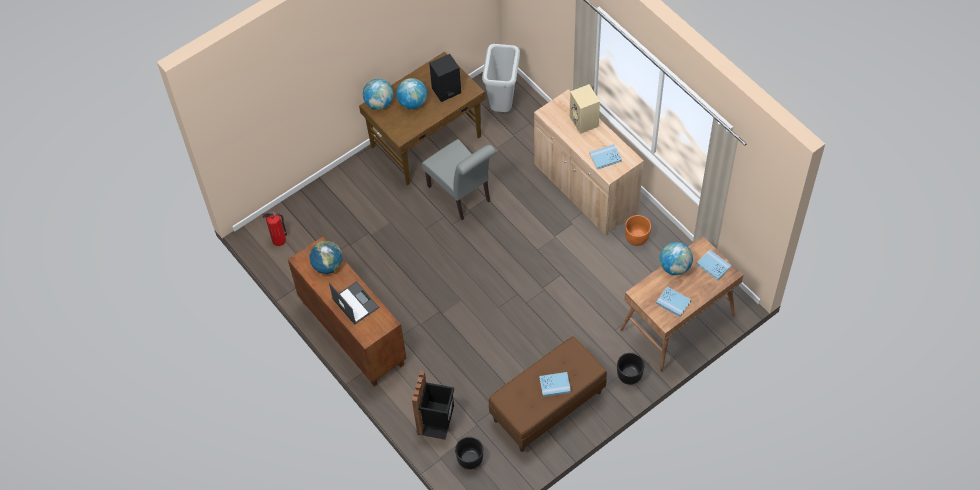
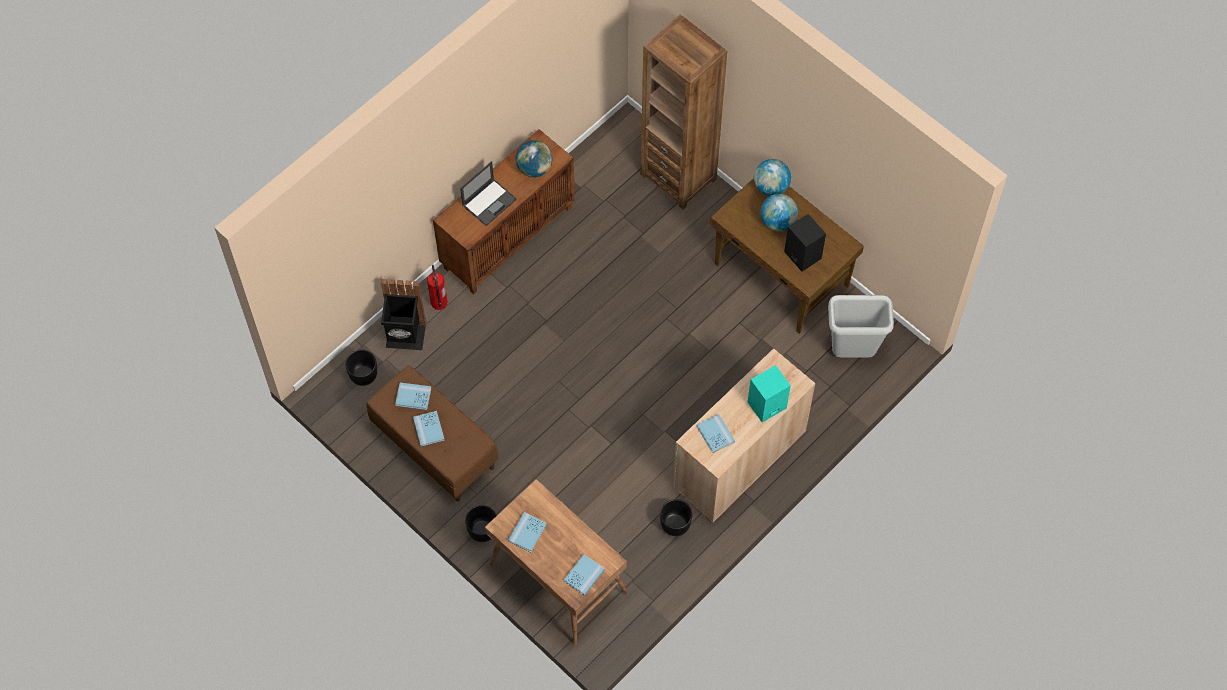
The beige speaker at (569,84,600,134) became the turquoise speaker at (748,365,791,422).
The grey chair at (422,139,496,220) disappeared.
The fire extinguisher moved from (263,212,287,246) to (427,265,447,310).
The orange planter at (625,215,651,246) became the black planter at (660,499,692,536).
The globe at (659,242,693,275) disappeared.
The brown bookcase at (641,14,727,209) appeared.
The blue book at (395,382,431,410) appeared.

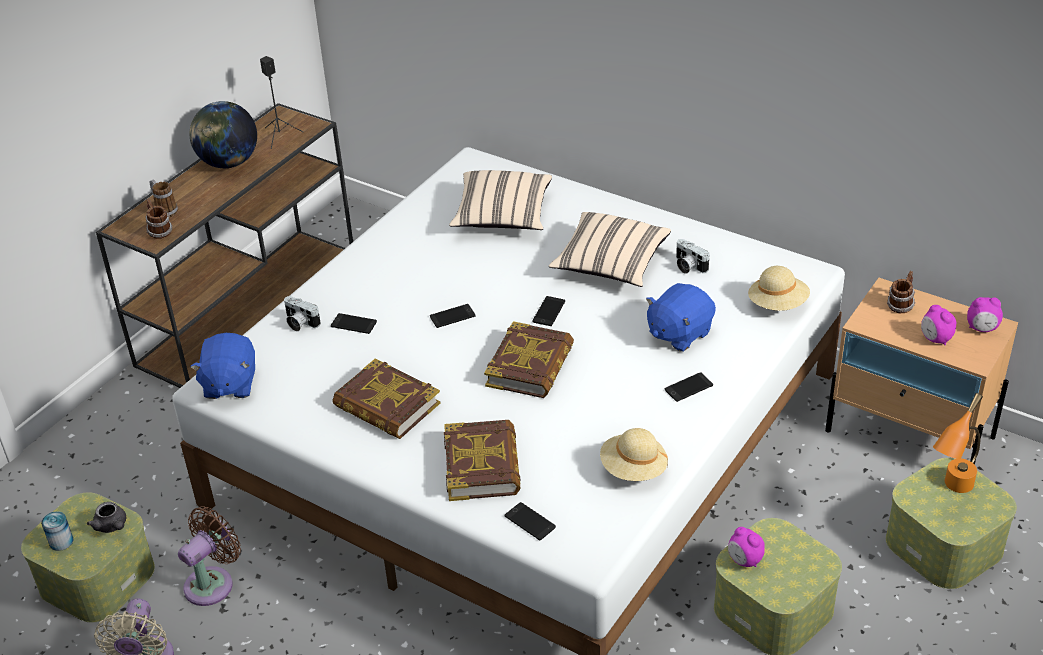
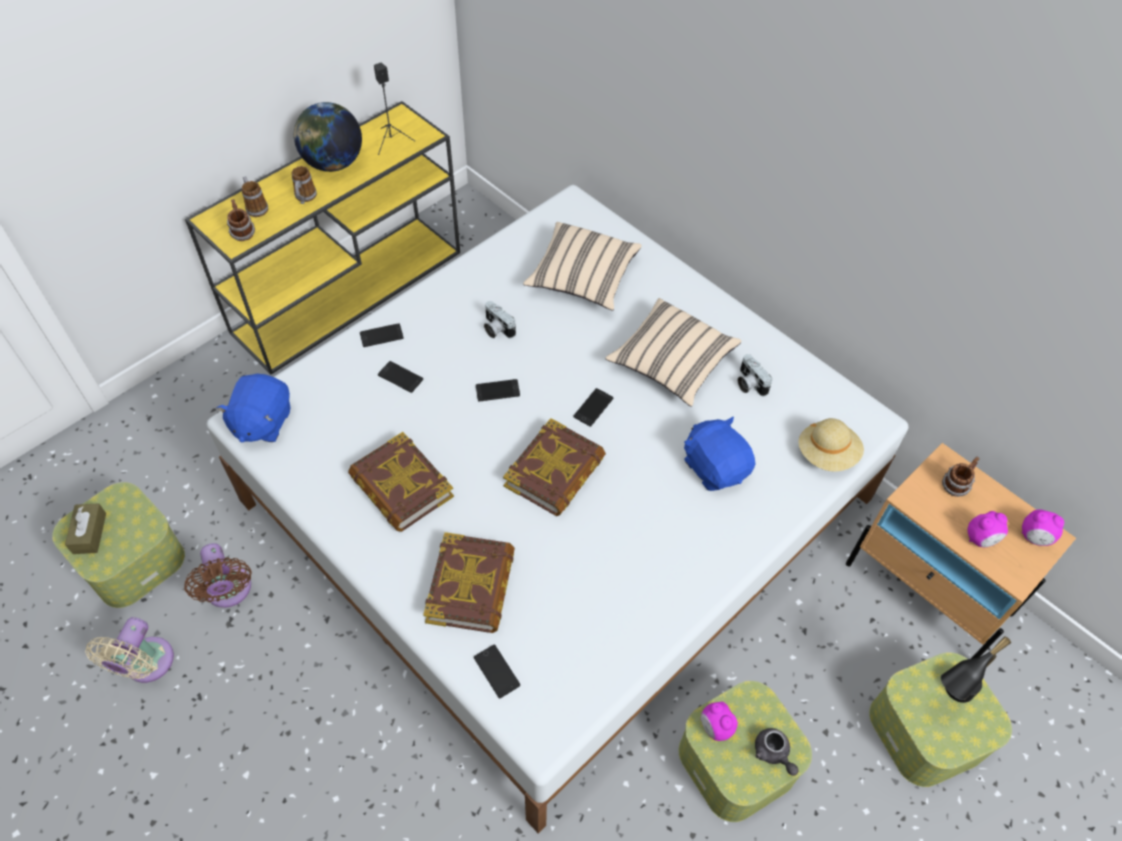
The brown console table at (96,103,353,388) became the yellow console table at (185,101,460,374).
The blue plush toy at (646,283,716,352) turned 90 degrees clockwise.
The photo camera moved from (284,296,321,331) to (484,301,516,338).
The alarm clock at (921,305,956,345) turned 90 degrees counterclockwise.
The phone moved from (665,372,713,402) to (360,323,403,347).
The orange table lamp at (933,393,983,493) became the black table lamp at (941,636,1011,703).
The beige hat at (600,428,668,481) disappeared.
The grey teapot moved from (87,502,126,533) to (755,728,798,776).
The brown fan at (178,506,241,606) turned 105 degrees clockwise.
The can at (41,511,73,551) was replaced by the brown tissue box at (65,503,106,554).
The mug at (292,166,317,204) appeared.

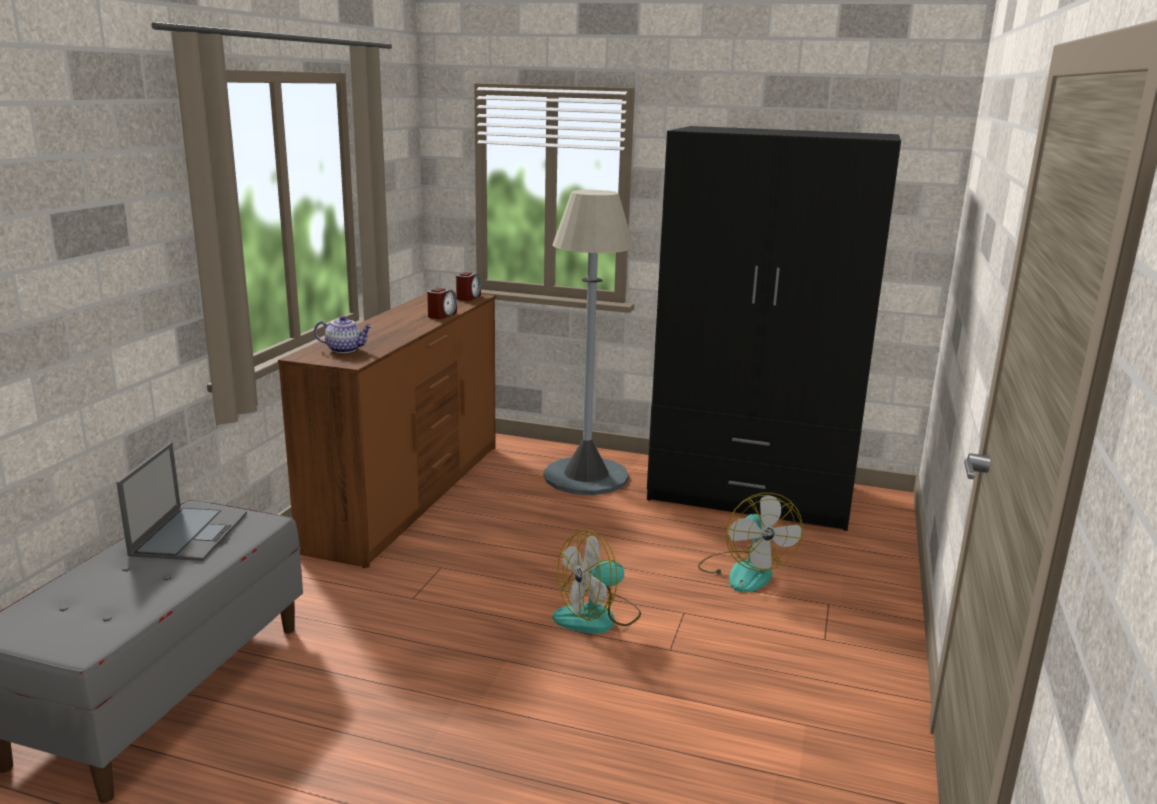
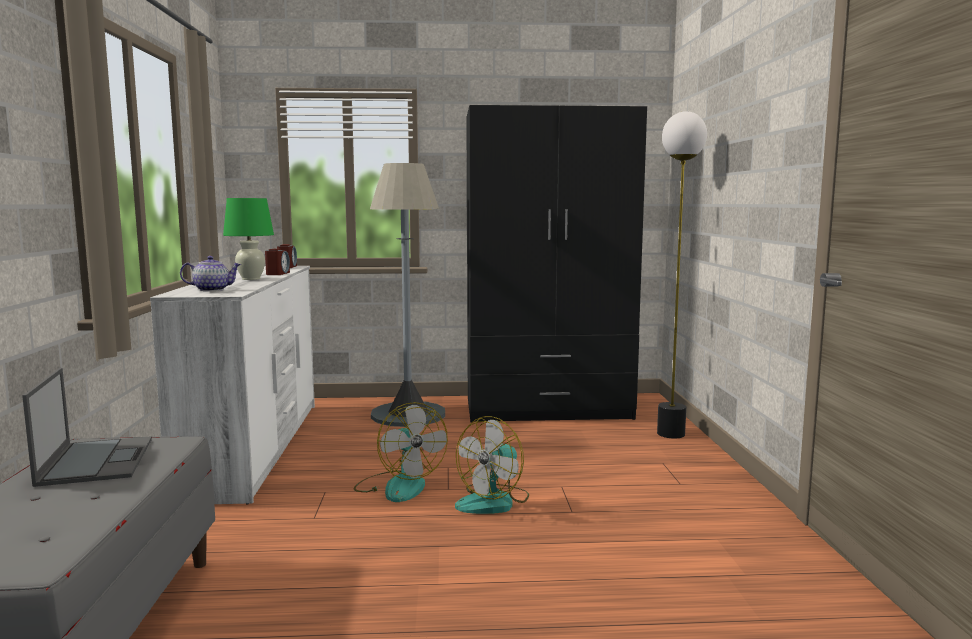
The brown dresser at (278,291,496,568) became the white dresser at (150,266,315,505).
The fan moved from (698,493,803,592) to (354,402,448,502).
The floor lamp at (657,111,707,438) appeared.
The green table lamp at (223,198,274,280) appeared.

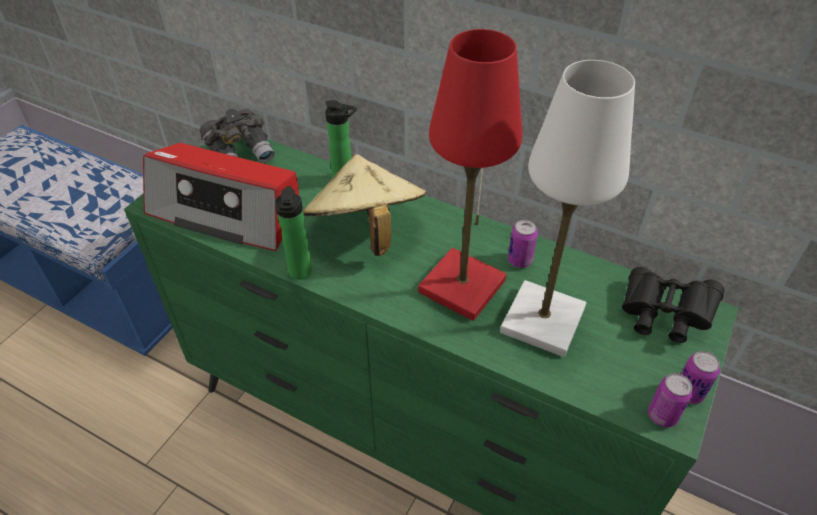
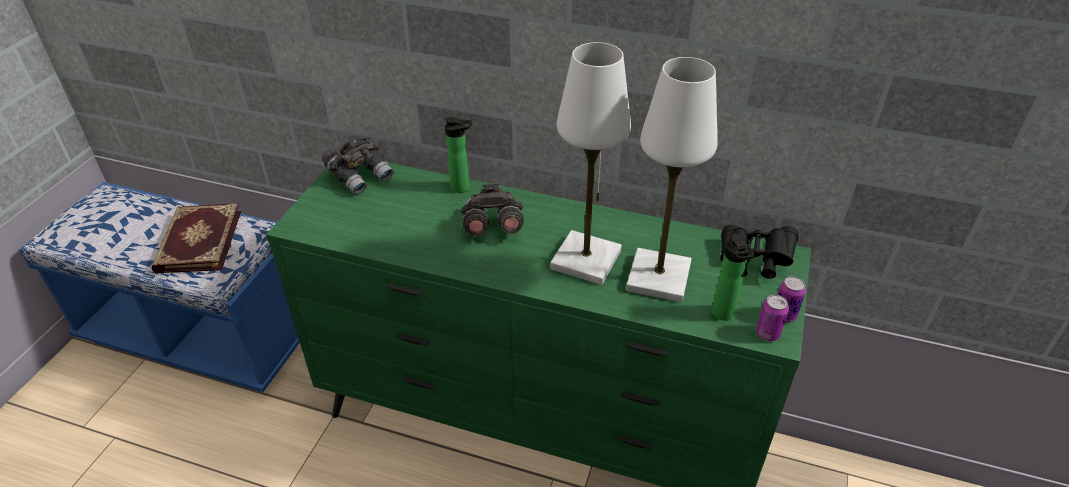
The red table lamp at (418,29,522,321) became the white table lamp at (550,42,631,285).
The radio at (143,143,299,251) disappeared.
The beige hat at (303,154,426,256) was replaced by the grey binoculars at (461,184,524,237).
The bottle moved from (275,186,312,280) to (712,233,754,321).
The can at (508,220,538,268) disappeared.
The book at (152,203,241,274) appeared.

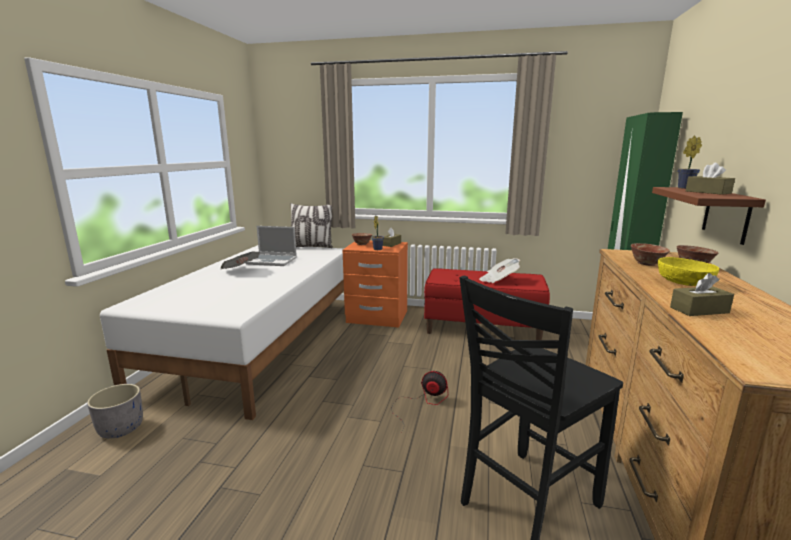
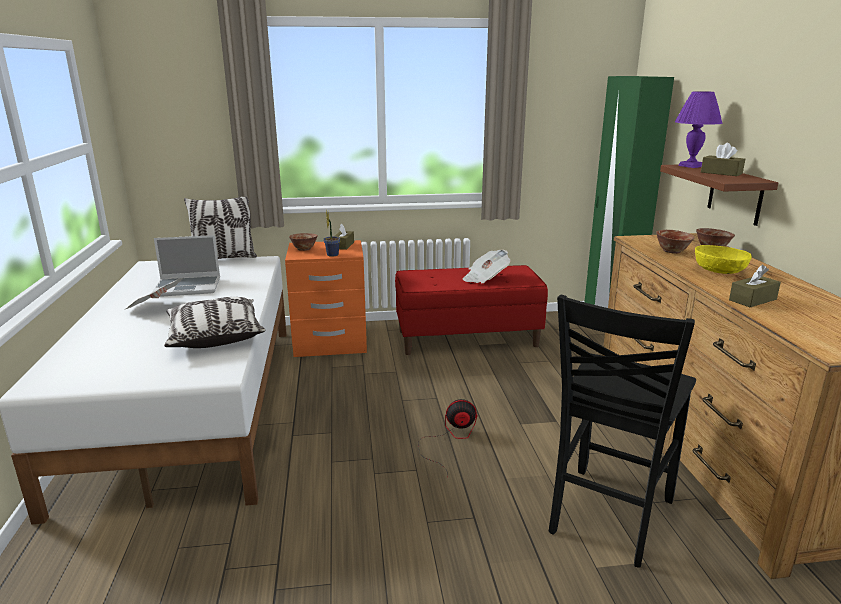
The potted plant at (678,136,702,189) was replaced by the purple table lamp at (675,91,722,168).
The grey planter at (87,384,143,439) disappeared.
The pillow at (164,297,265,348) appeared.

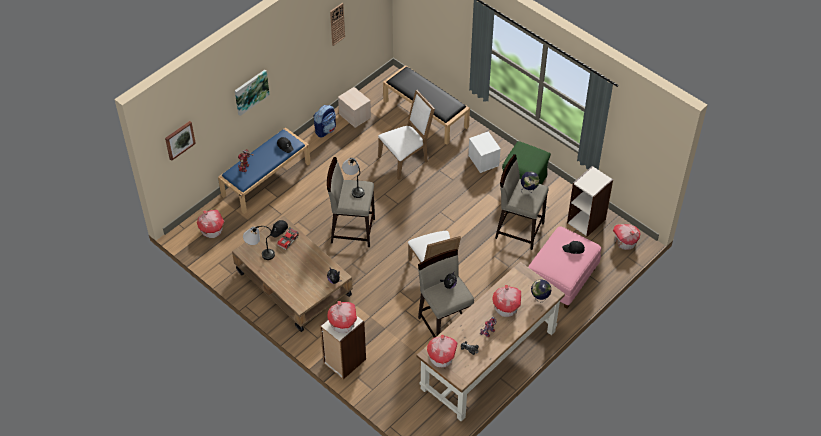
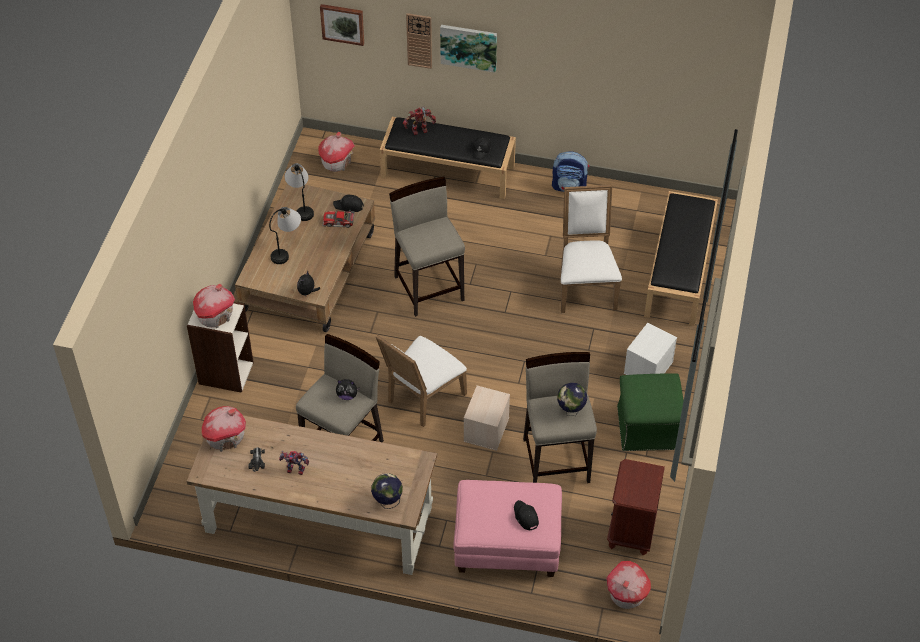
The wall clock moved from (330,3,345,46) to (406,13,432,69).
The beige storage box moved from (338,87,371,128) to (464,386,510,451).
The white chair at (378,90,435,180) turned 120 degrees counterclockwise.
The blue bench at (218,127,311,214) became the black bench at (380,117,516,199).
The table lamp moved from (342,158,365,198) to (269,207,301,264).
The bookcase at (567,166,613,237) was replaced by the brown nightstand at (607,459,665,555).
The toy house at (492,285,521,317) disappeared.

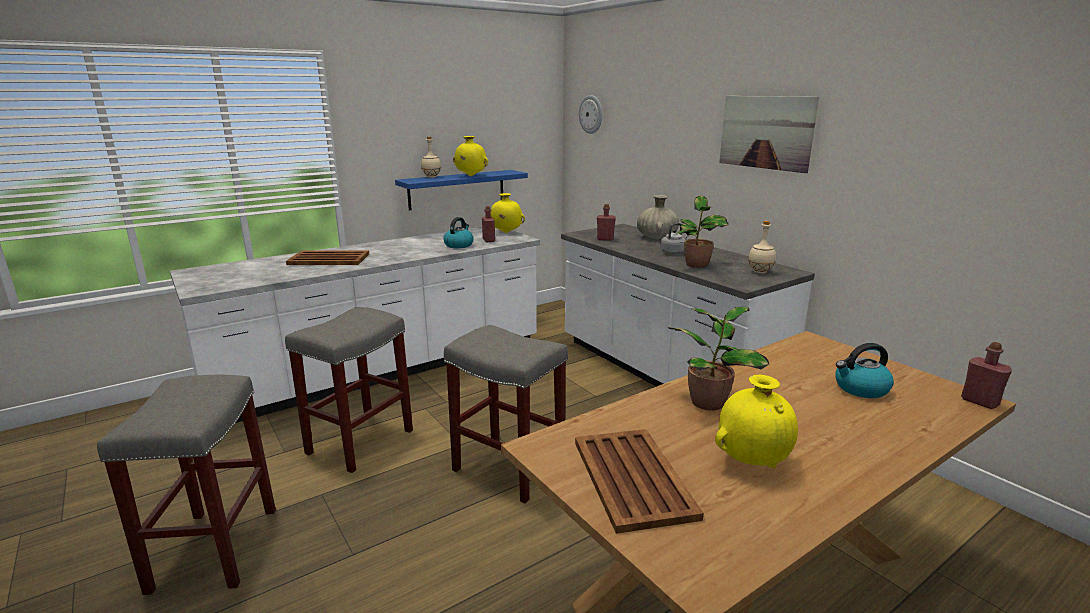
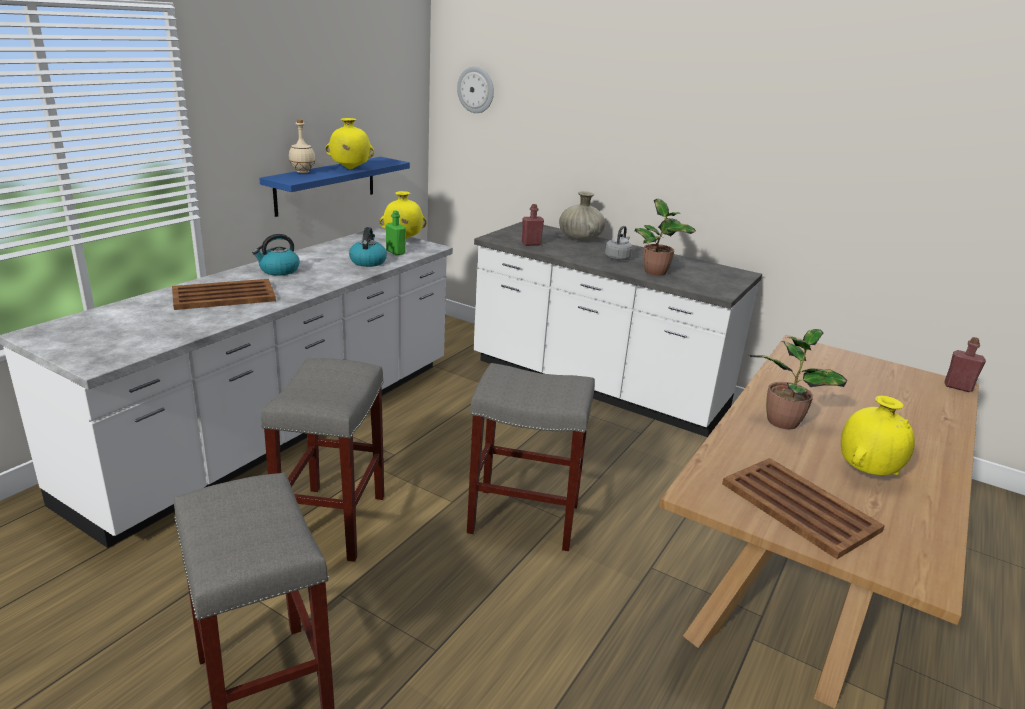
The picture at (719,96,819,173) disappeared.
The red bottle at (482,206,495,242) became the green bottle at (386,210,406,255).
The beige bottle at (748,221,776,274) disappeared.
The kettle moved from (835,343,894,398) to (252,234,300,275).

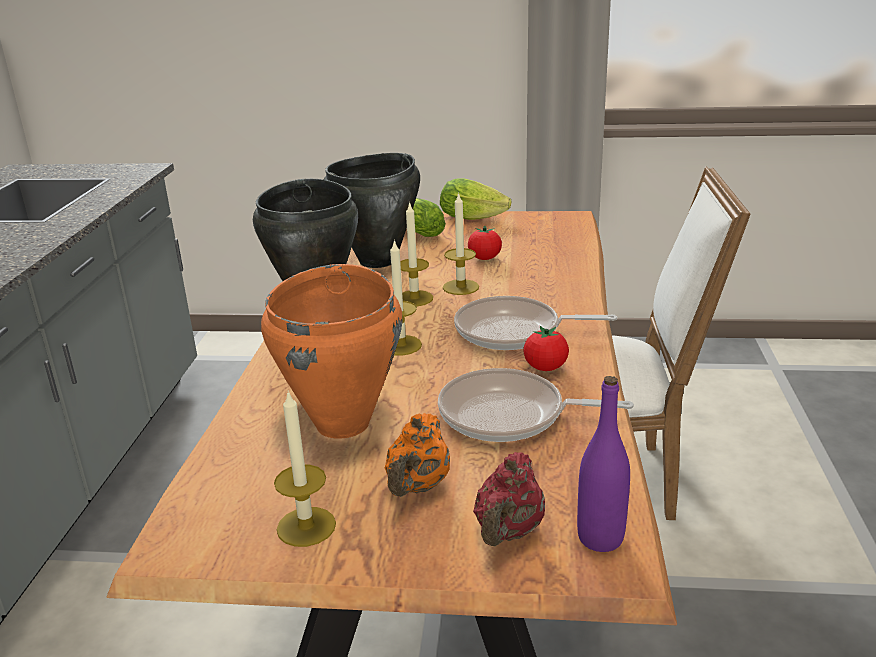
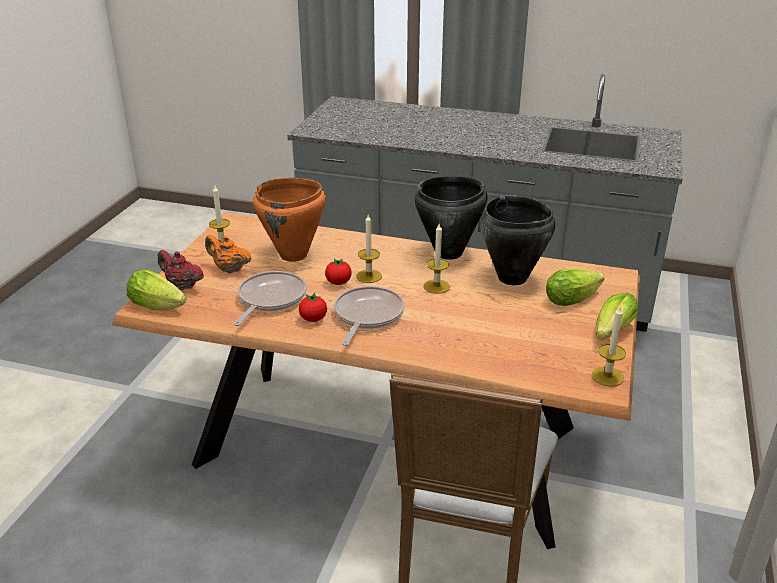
The candle moved from (443,192,479,295) to (592,305,626,387).
The tomato moved from (468,226,502,260) to (325,259,352,285).
The purple bottle at (577,376,630,552) was replaced by the lettuce at (127,269,186,310).

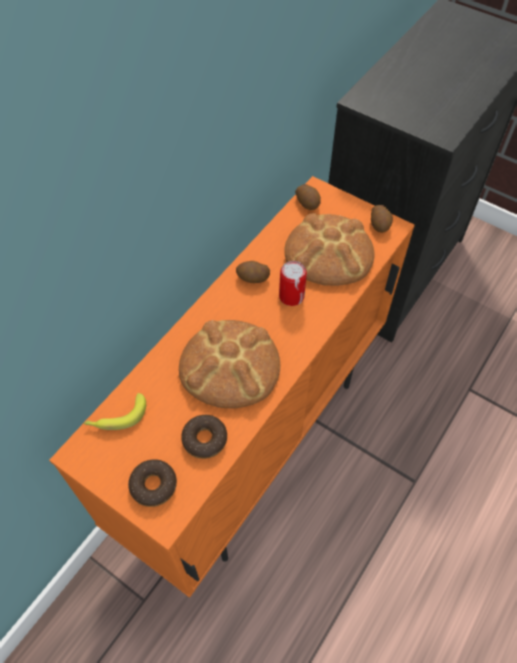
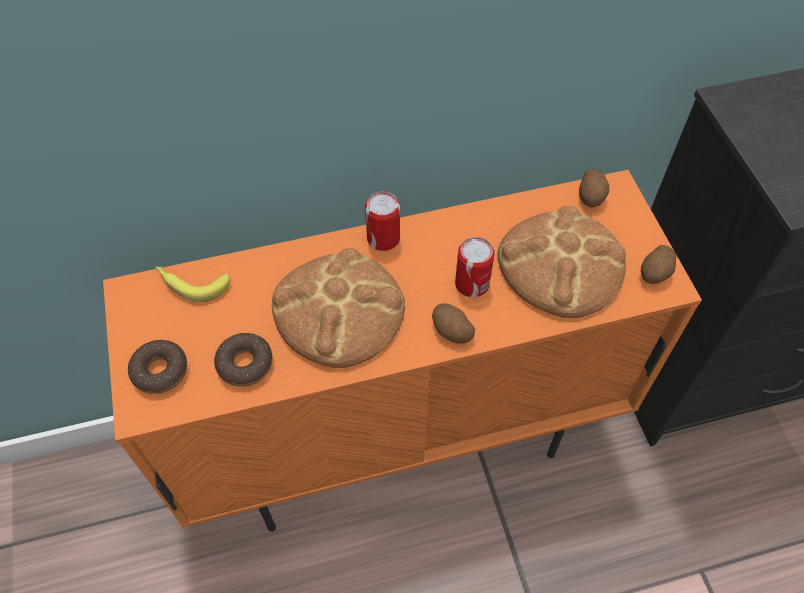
The potato moved from (236,261,270,283) to (432,303,475,344).
The can at (365,191,400,251) appeared.

